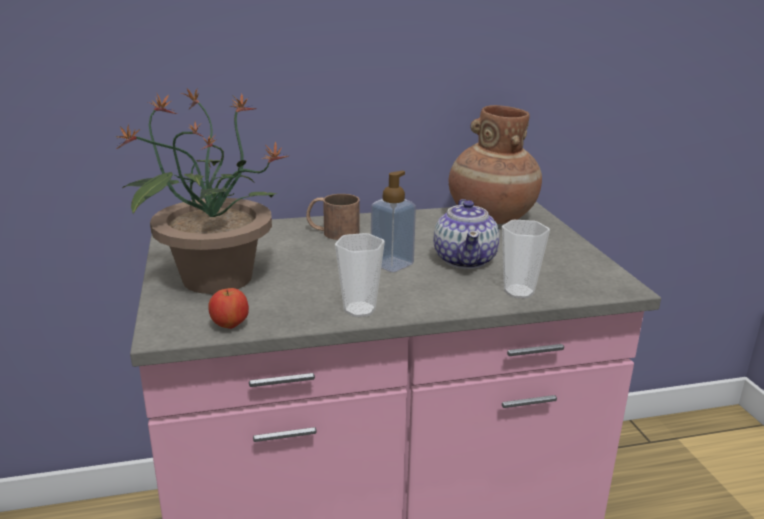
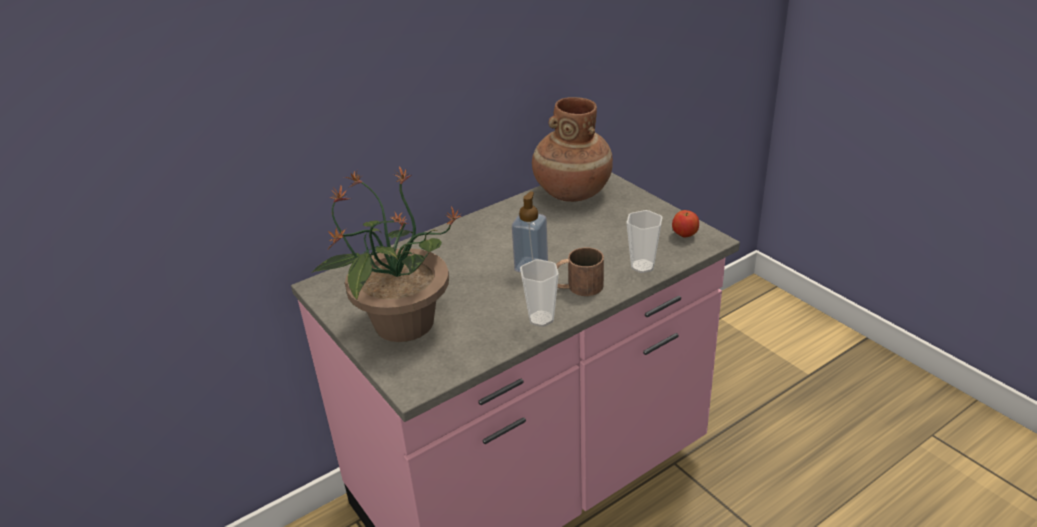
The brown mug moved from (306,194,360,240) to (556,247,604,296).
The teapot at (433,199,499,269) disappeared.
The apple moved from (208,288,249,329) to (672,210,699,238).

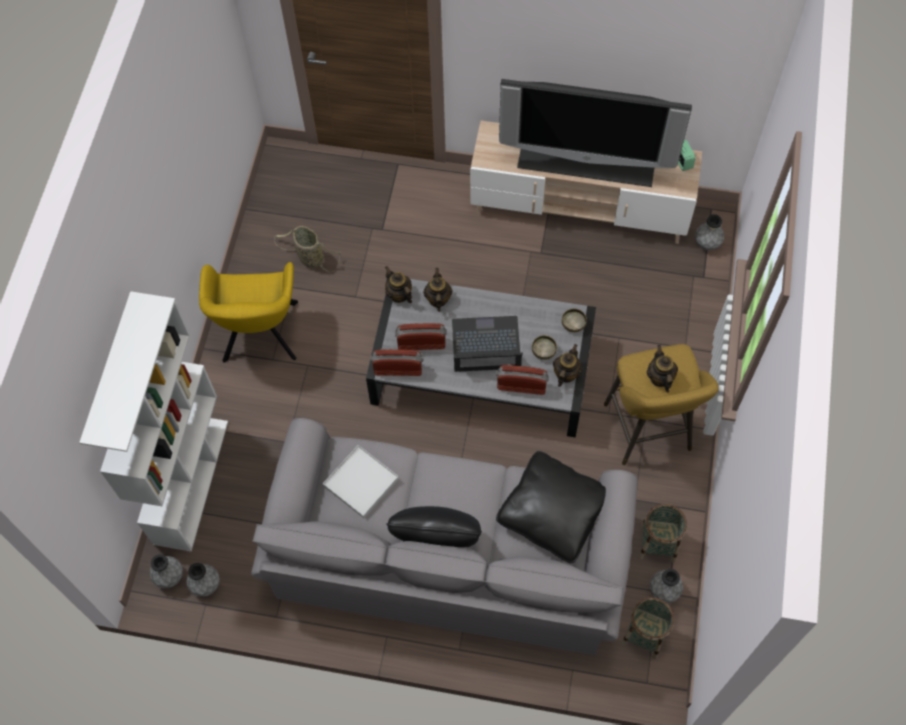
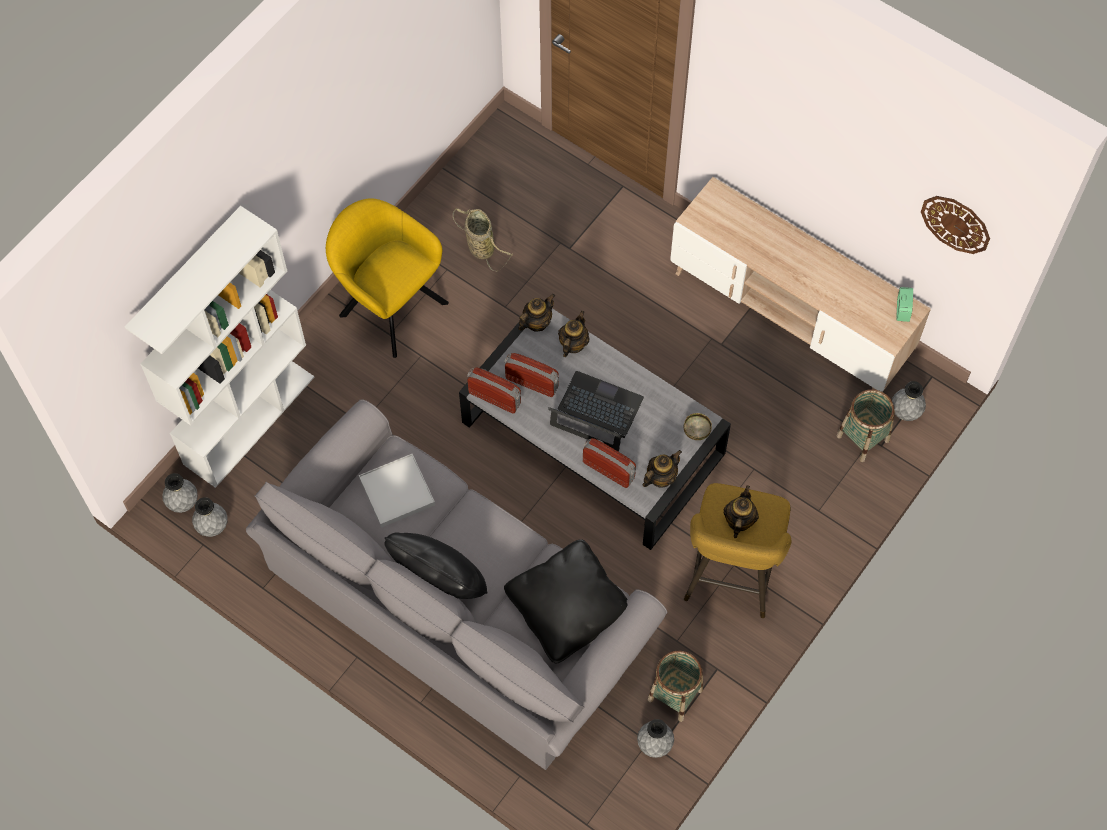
The television at (499,79,692,187) disappeared.
The yellow armchair at (199,262,298,363) turned 105 degrees clockwise.
The teapot at (385,266,412,303) turned 60 degrees clockwise.
The bowl at (532,335,557,360) disappeared.
The basket moved from (621,598,674,659) to (837,389,895,462).
The wall clock at (921,196,990,254) appeared.

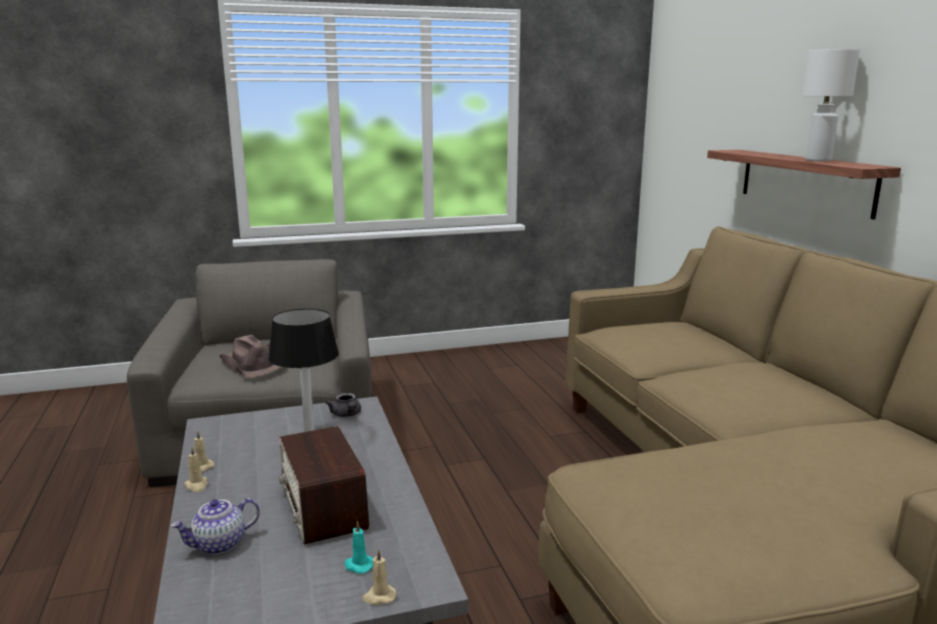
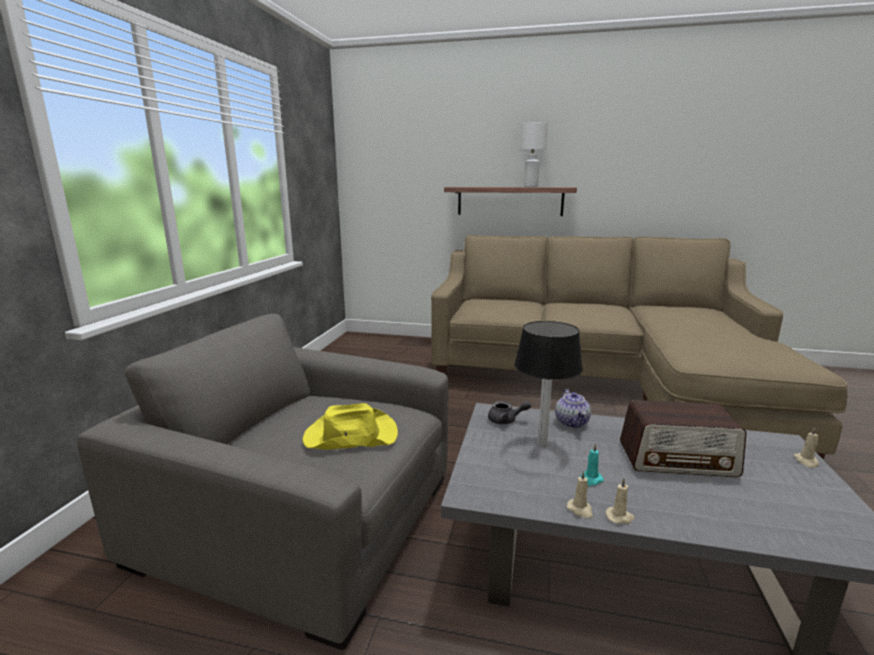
The brown hat at (219,335,282,378) became the yellow hat at (303,403,398,450).
The teapot moved from (171,498,260,554) to (555,389,591,428).
The turquoise candle moved from (344,521,373,574) to (580,444,604,486).

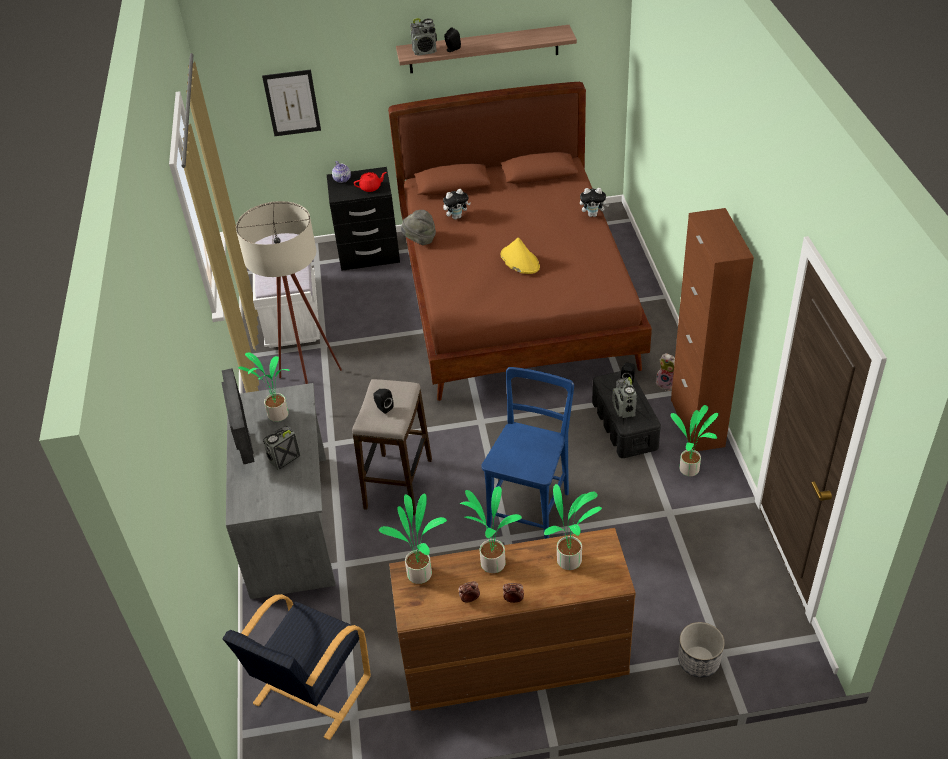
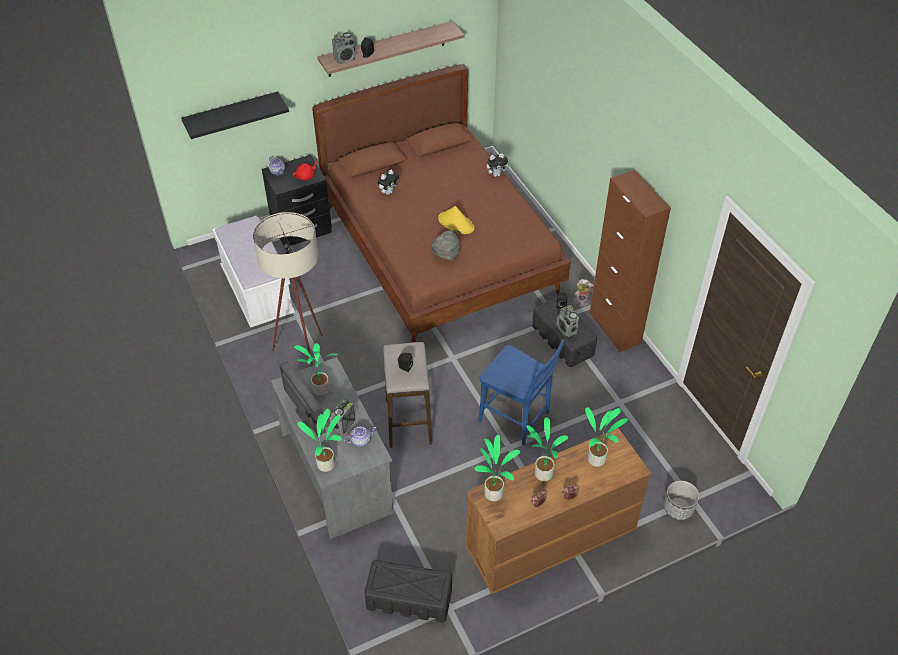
The picture at (262,69,321,136) was replaced by the black shelf at (181,91,289,139).
The grey hat moved from (401,210,436,245) to (431,230,461,261).
The blue chair at (481,367,574,539) turned 120 degrees clockwise.
The potted plant moved from (671,405,719,476) to (298,409,342,472).
The black armchair at (223,594,371,740) was replaced by the black storage box at (364,560,452,623).
The teapot at (344,427,376,447) appeared.

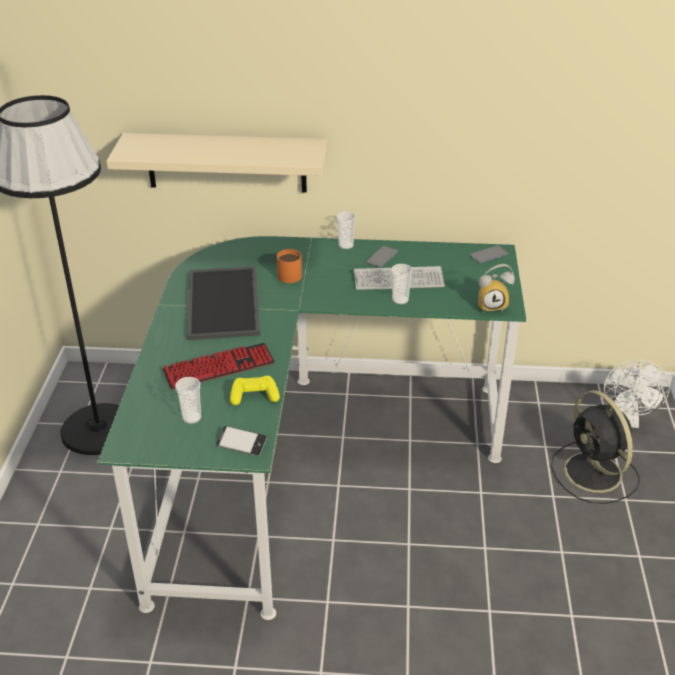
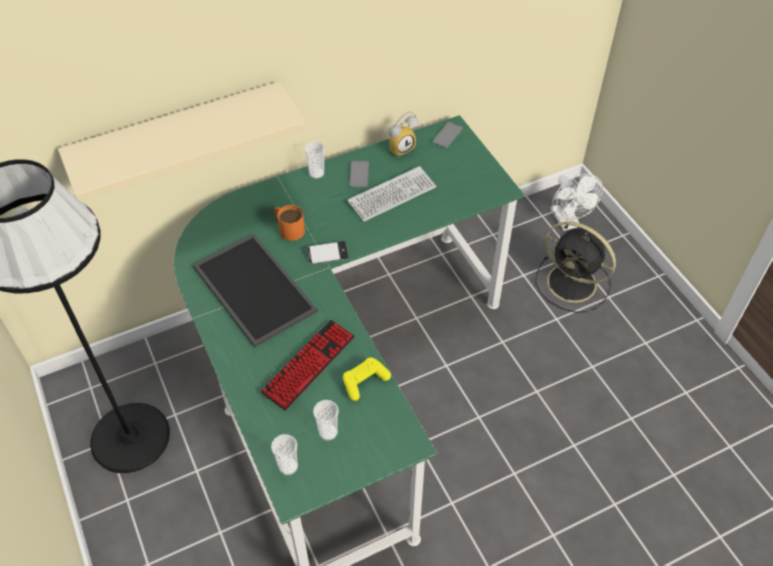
The cup moved from (391,264,412,305) to (271,434,298,475).
The alarm clock moved from (478,264,515,313) to (388,111,418,157).
The phone moved from (216,426,267,456) to (307,241,349,265).

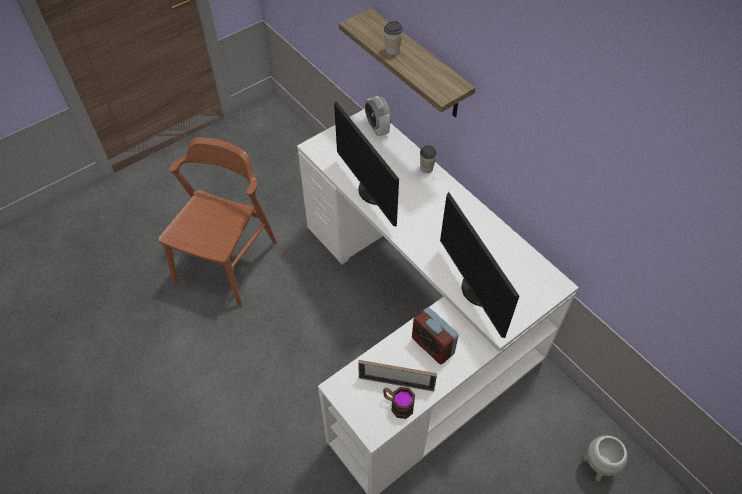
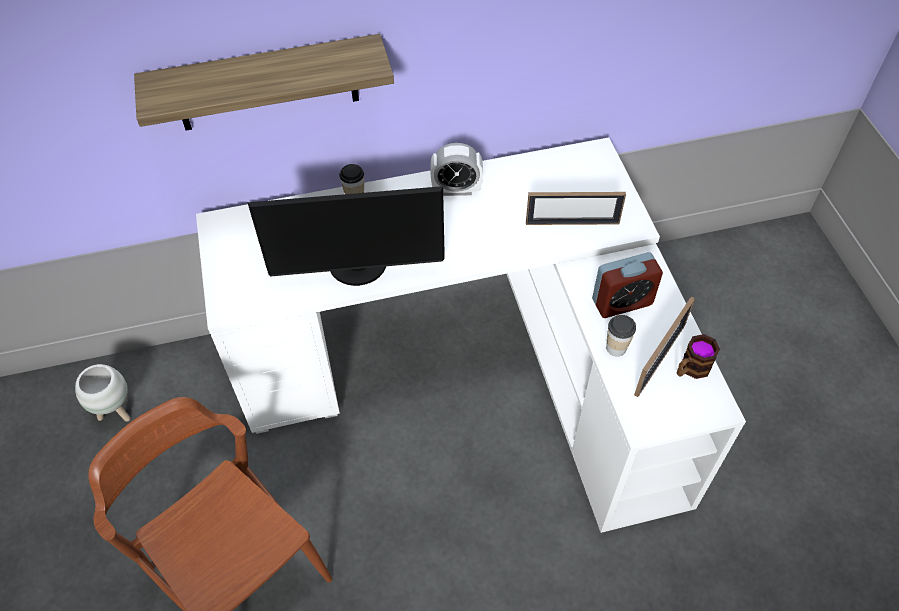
The cup moved from (384,21,403,55) to (606,315,636,356).
The alarm clock moved from (365,96,391,136) to (431,143,483,196).
The monitor at (440,192,519,338) was replaced by the picture frame at (526,192,626,225).
The white planter moved from (584,435,628,482) to (75,364,130,421).

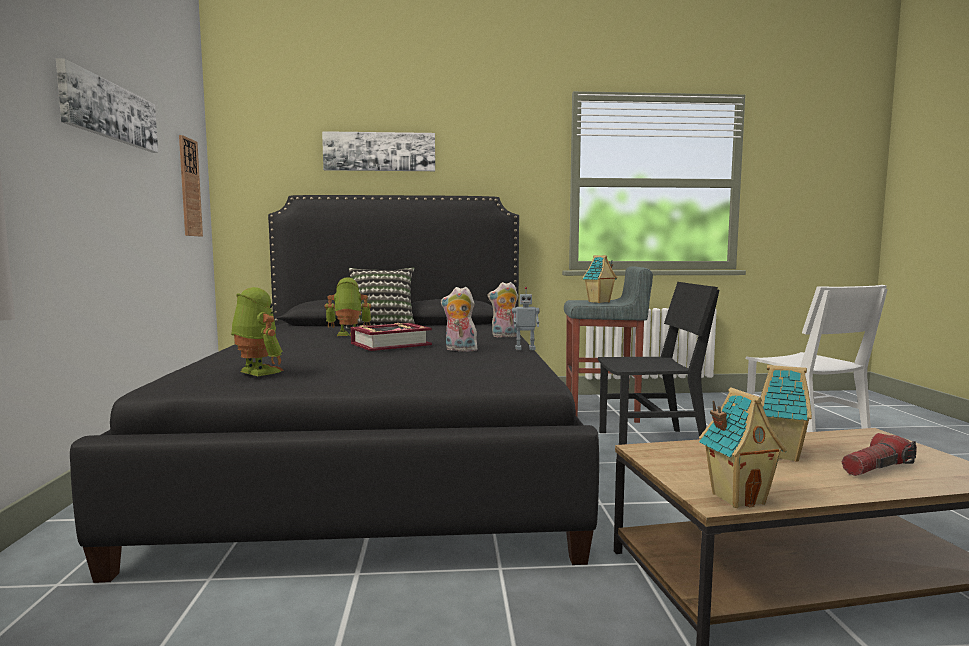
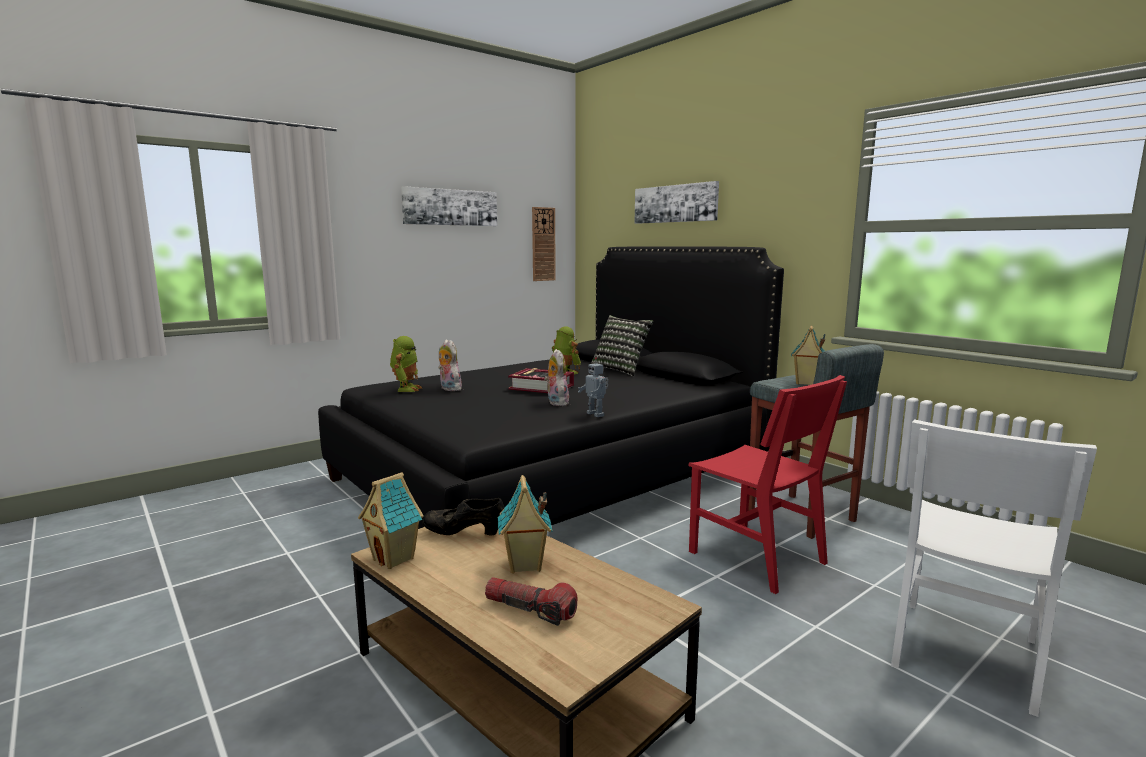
The plush toy moved from (487,282,518,337) to (438,339,462,391).
The black chair at (598,282,719,445) became the red chair at (688,375,847,594).
The black shoe at (422,498,505,535) appeared.

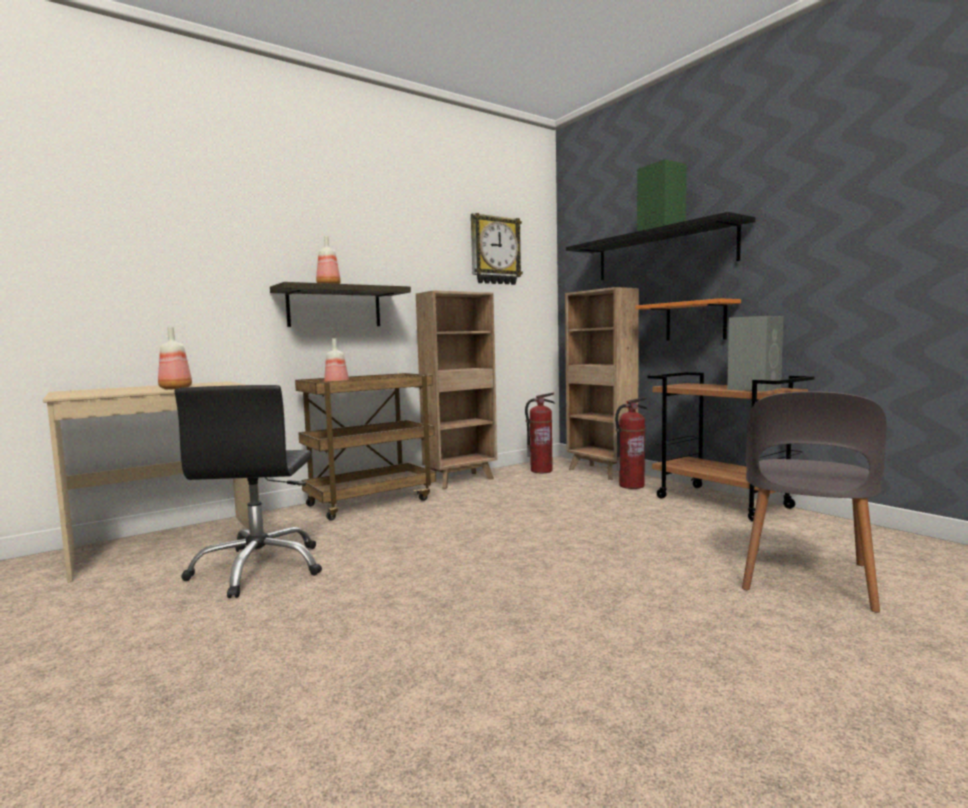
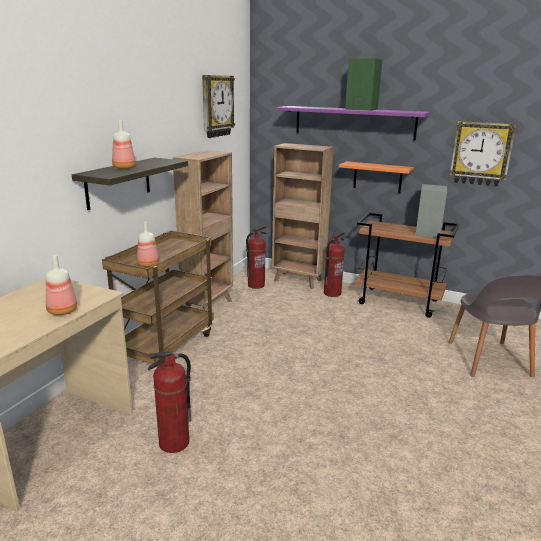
The black shelf at (566,212,755,280) became the purple shelf at (276,106,430,141).
The black office chair at (175,385,322,598) was replaced by the fire extinguisher at (148,351,191,453).
The wall clock at (450,121,517,187) appeared.

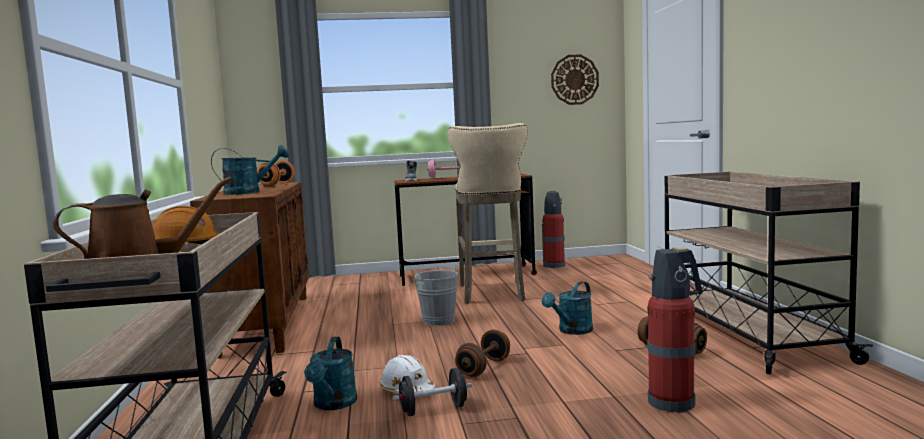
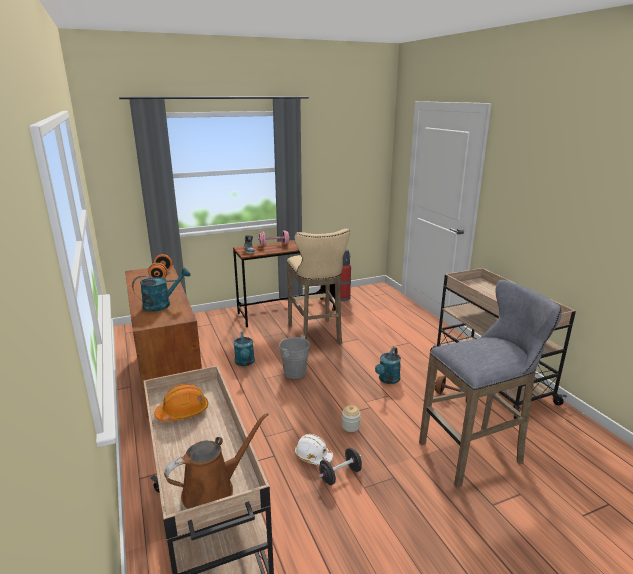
The wall clock at (551,54,599,105) disappeared.
The fire extinguisher at (647,247,702,413) was replaced by the grey stool at (419,280,562,487).
The brown dumbbell at (455,329,510,377) was replaced by the jar at (342,405,361,432).
The turquoise watering can moved from (304,337,357,410) to (234,332,255,366).

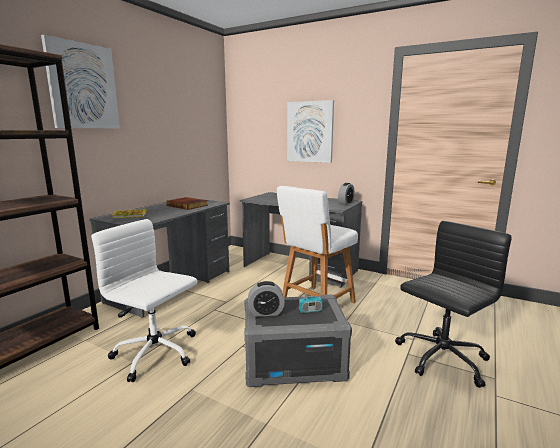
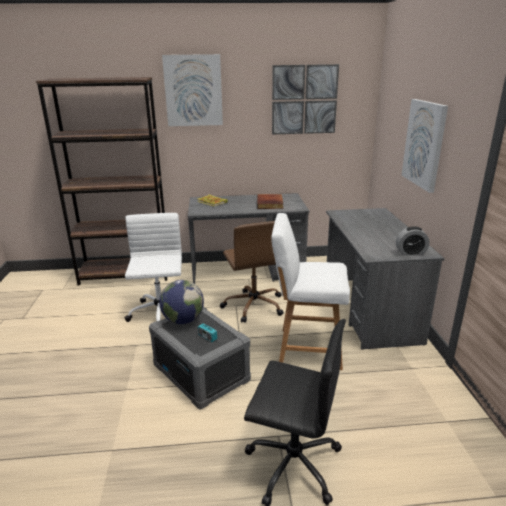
The alarm clock at (248,281,285,317) was replaced by the globe at (159,280,204,324).
The picture at (272,64,339,134) appeared.
The brown office chair at (220,221,284,323) appeared.

